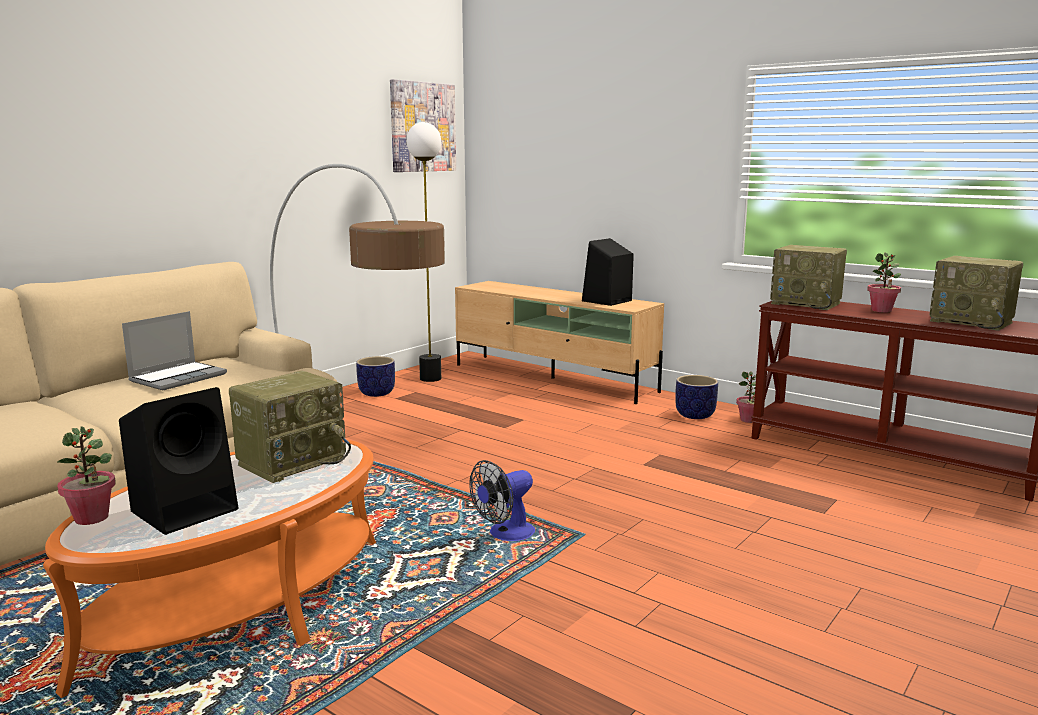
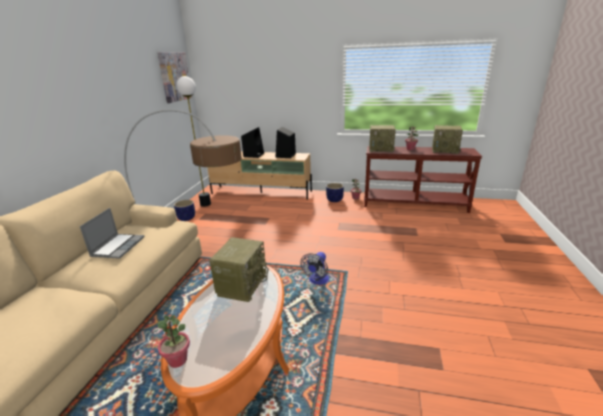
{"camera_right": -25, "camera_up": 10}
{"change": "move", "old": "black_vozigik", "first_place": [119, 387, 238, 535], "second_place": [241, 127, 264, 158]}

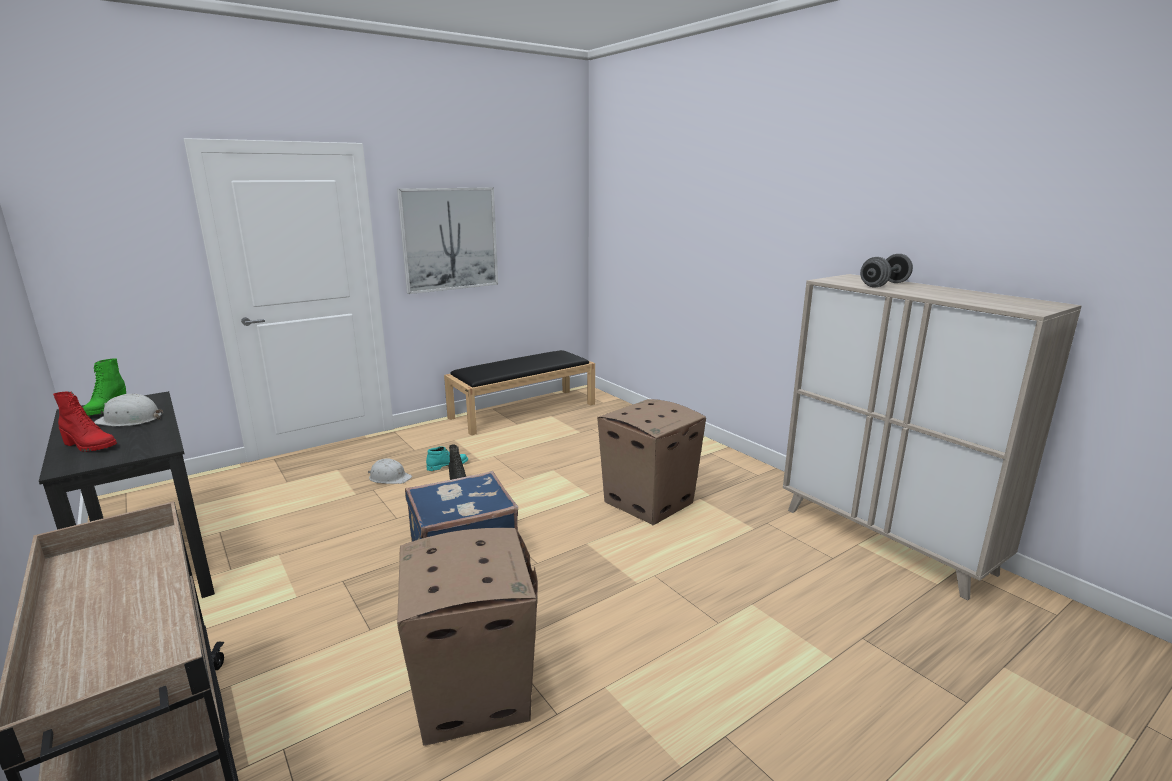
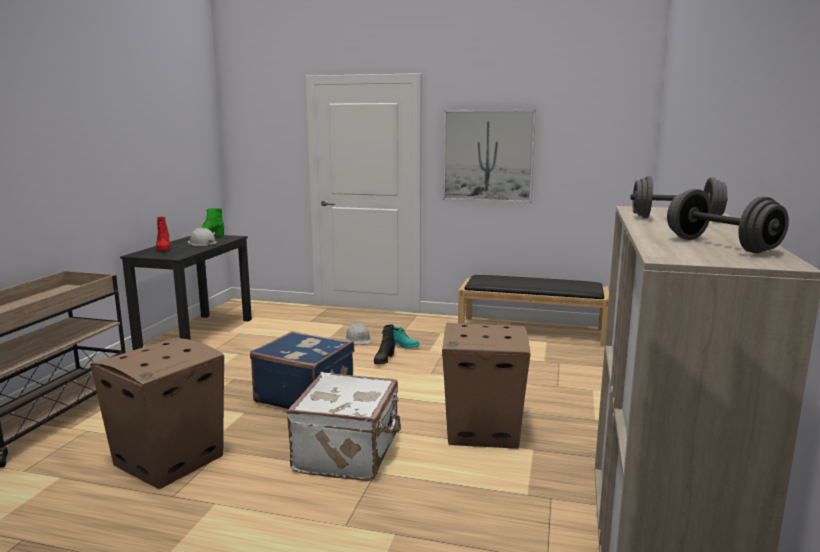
{"camera_right": 50, "camera_up": -5}
{"change": "insert", "new": "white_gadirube", "second_place": [287, 372, 401, 481]}
{"change": "insert", "new": "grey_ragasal", "second_place": [667, 189, 789, 253]}

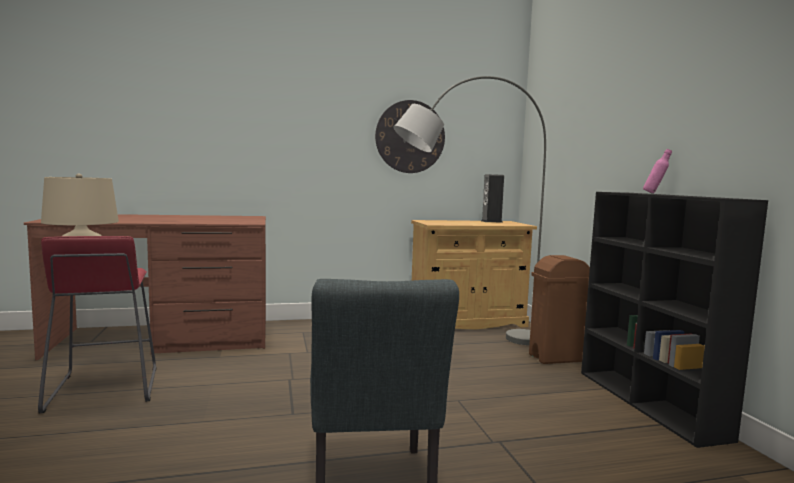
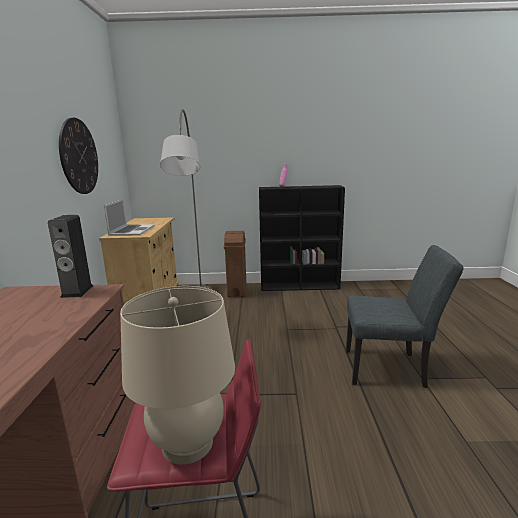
{"camera_right": -75, "camera_up": 10}
{"change": "move", "old": "vozigik", "first_place": [481, 174, 504, 222], "second_place": [48, 215, 93, 298]}
{"change": "insert", "new": "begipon", "second_place": [104, 199, 155, 236]}

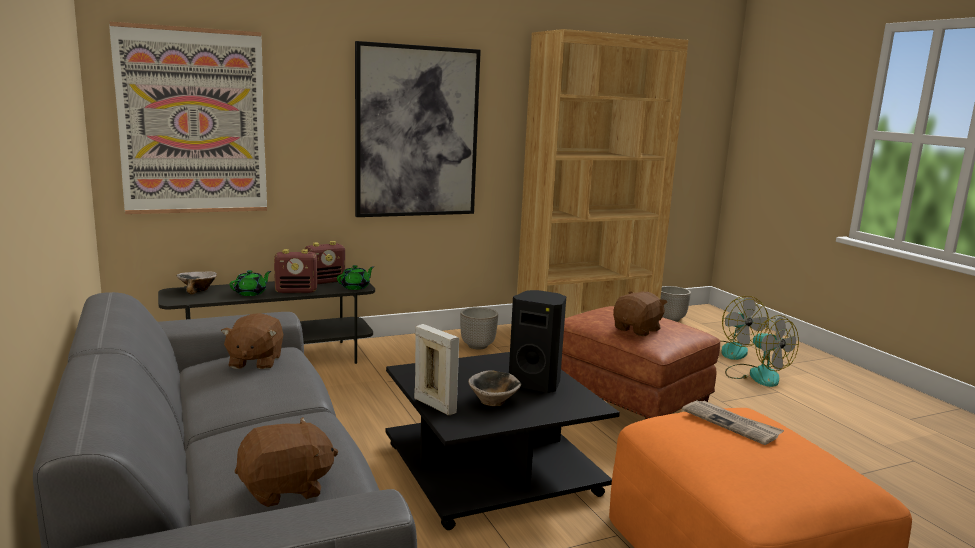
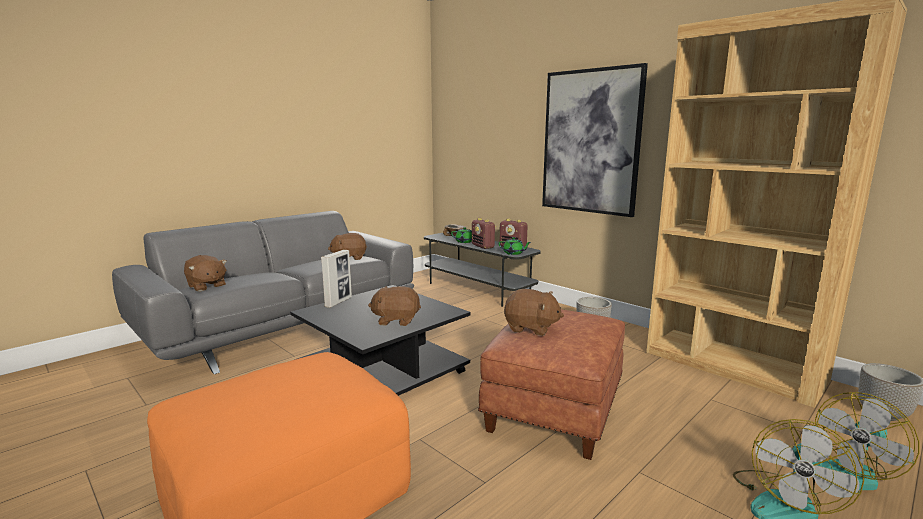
{"camera_right": 70, "camera_up": 0}
{"change": "delete", "old": "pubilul", "first_place": [109, 22, 267, 214]}
{"change": "delete", "old": "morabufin", "first_place": [468, 370, 521, 407]}
{"change": "replace", "old": "black_vozigik", "new": "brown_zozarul", "first_place": [509, 290, 566, 393], "second_place": [368, 286, 421, 326]}
{"change": "delete", "old": "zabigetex", "first_place": [682, 400, 784, 445]}

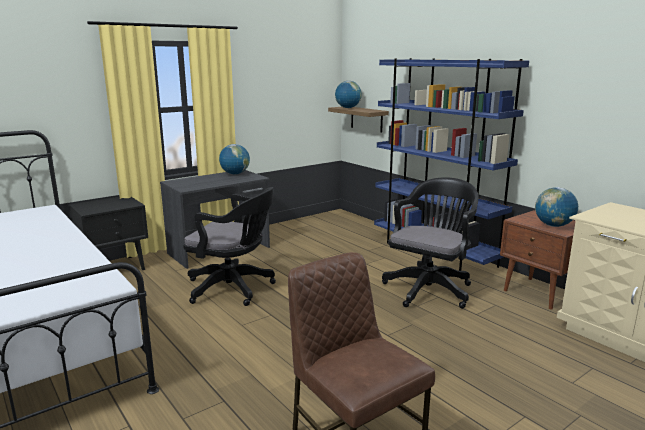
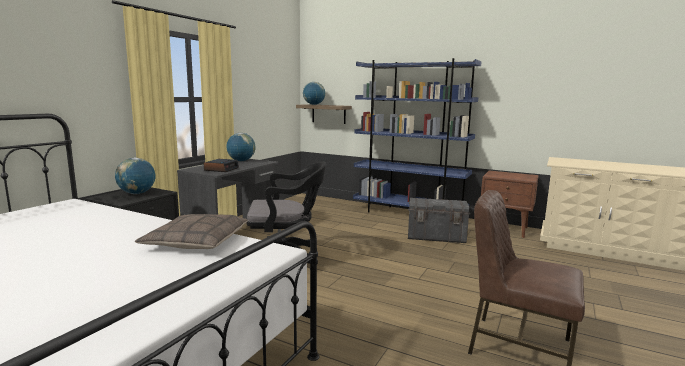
{"camera_right": -25, "camera_up": -5}
{"change": "replace", "old": "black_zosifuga", "new": "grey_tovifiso", "first_place": [382, 177, 478, 309], "second_place": [408, 198, 470, 243]}
{"change": "move", "old": "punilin", "first_place": [535, 187, 578, 227], "second_place": [115, 158, 156, 194]}
{"change": "insert", "new": "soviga", "second_place": [135, 214, 248, 249]}
{"change": "insert", "new": "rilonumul", "second_place": [204, 159, 239, 172]}

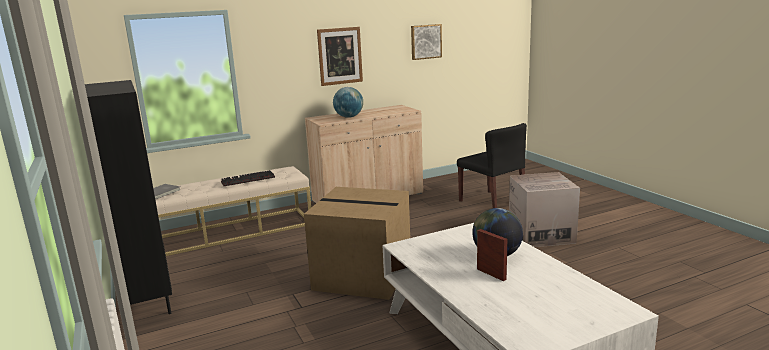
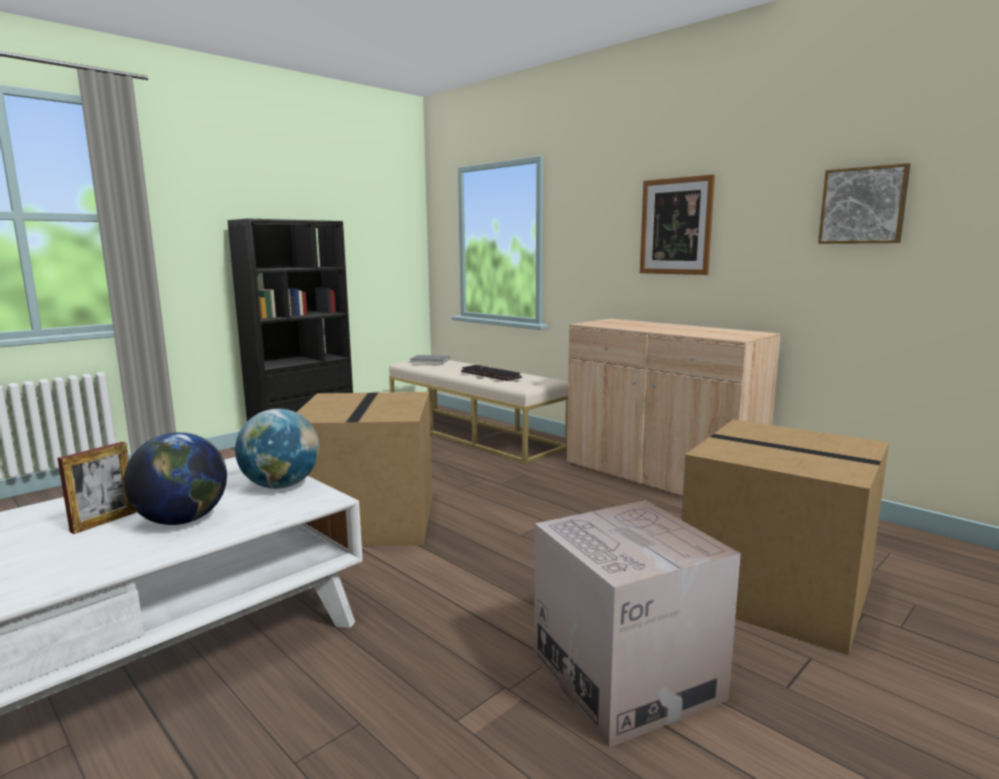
{"camera_right": 70, "camera_up": -5}
{"change": "move", "old": "punilin", "first_place": [333, 87, 363, 118], "second_place": [235, 409, 320, 489]}
{"change": "replace", "old": "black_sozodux", "new": "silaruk", "first_place": [457, 123, 527, 208], "second_place": [681, 420, 889, 655]}

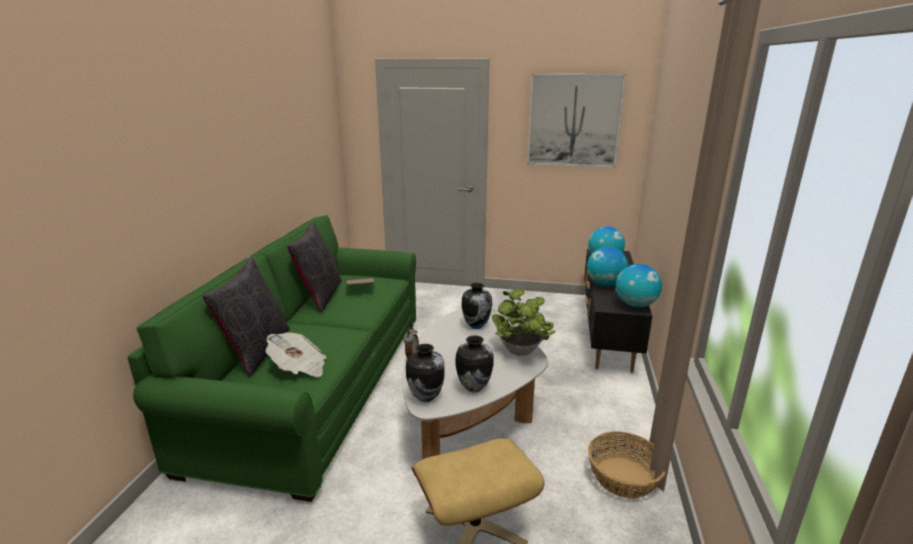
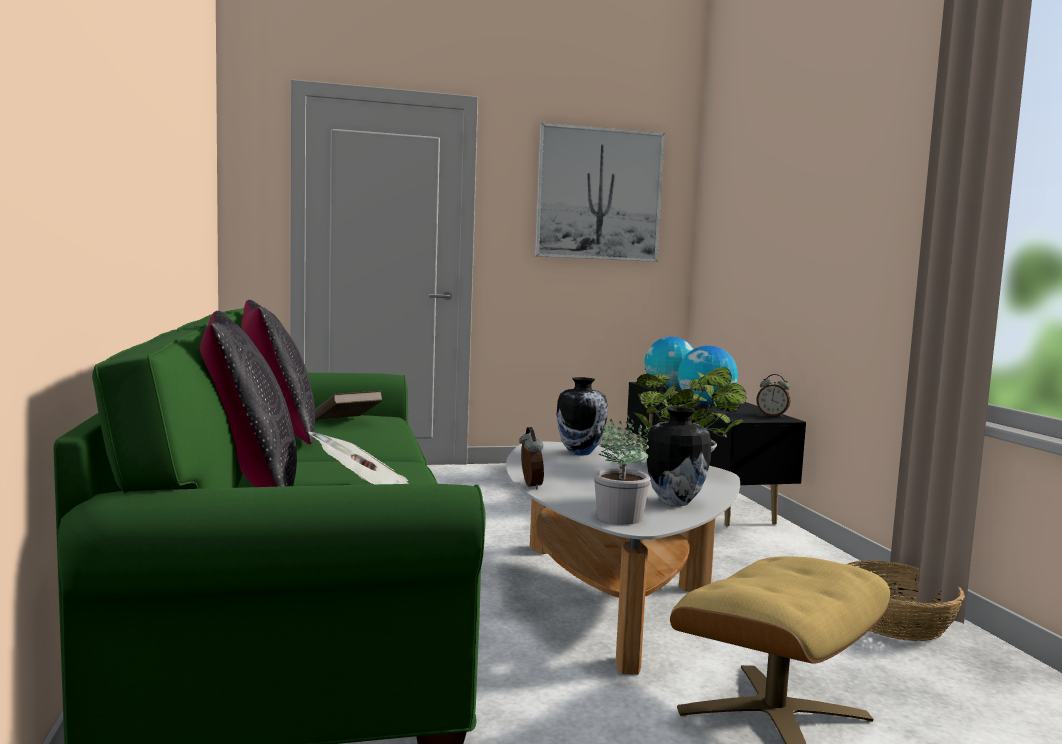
{"camera_right": -25, "camera_up": -15}
{"change": "replace", "old": "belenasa", "new": "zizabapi", "first_place": [406, 344, 445, 402], "second_place": [594, 415, 651, 525]}
{"change": "replace", "old": "punilin", "new": "rilonumul", "first_place": [616, 264, 662, 308], "second_place": [756, 374, 790, 417]}

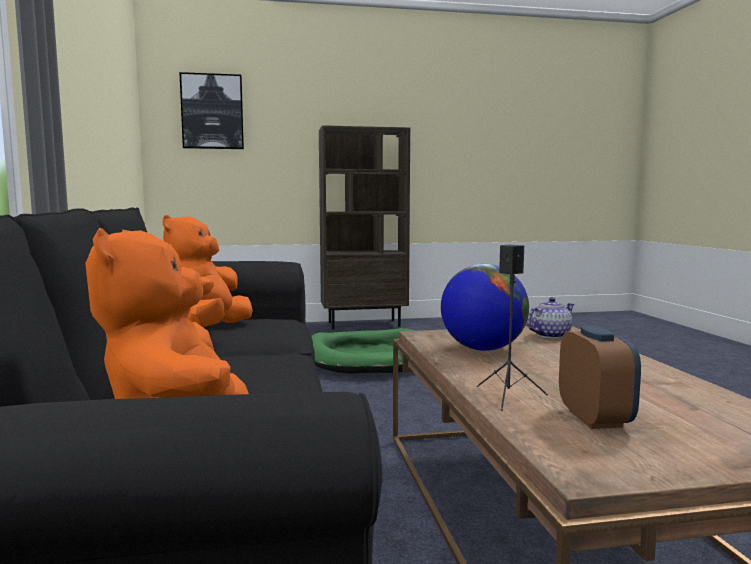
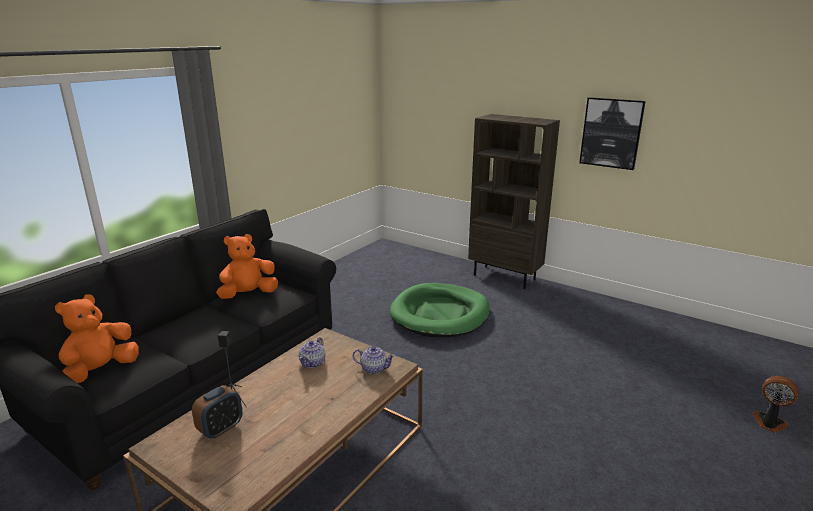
{"camera_right": 45, "camera_up": 15}
{"change": "move", "old": "pubilul", "first_place": [179, 72, 244, 149], "second_place": [579, 97, 646, 170]}
{"change": "replace", "old": "punilin", "new": "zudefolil", "first_place": [441, 264, 529, 351], "second_place": [299, 337, 325, 368]}
{"change": "insert", "new": "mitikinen", "second_place": [753, 376, 799, 433]}

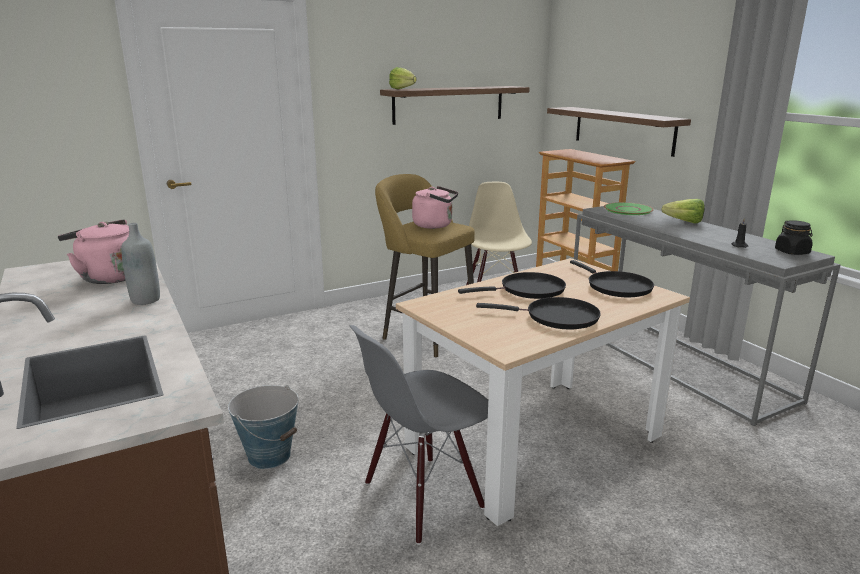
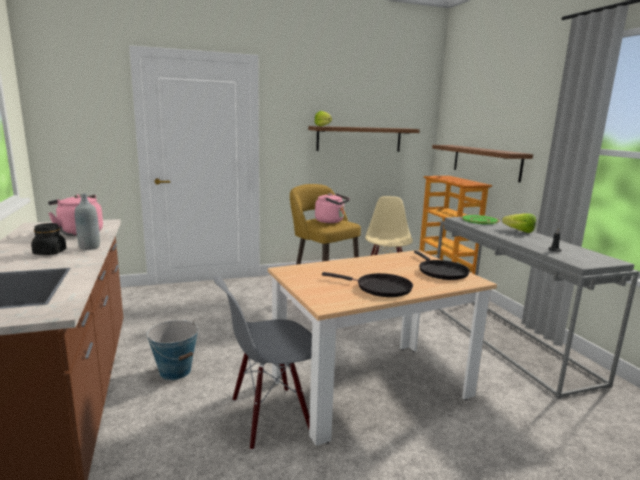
{"camera_right": 10, "camera_up": -5}
{"change": "delete", "old": "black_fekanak", "first_place": [458, 272, 566, 299]}
{"change": "move", "old": "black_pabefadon", "first_place": [775, 220, 813, 255], "second_place": [31, 223, 66, 255]}

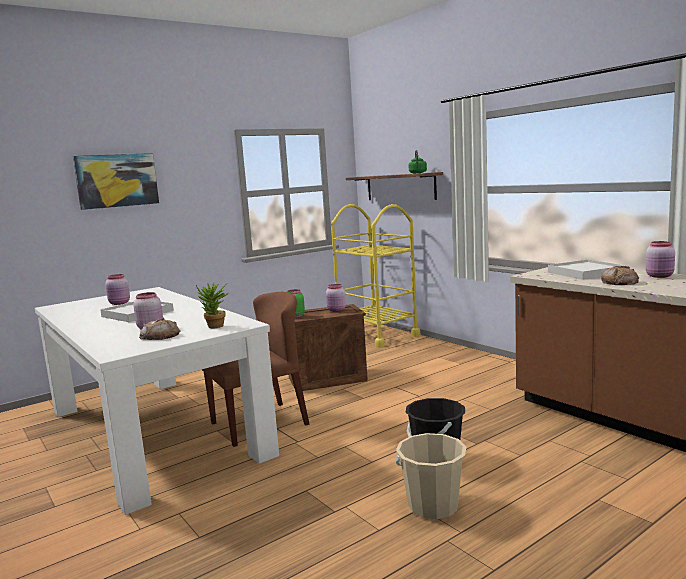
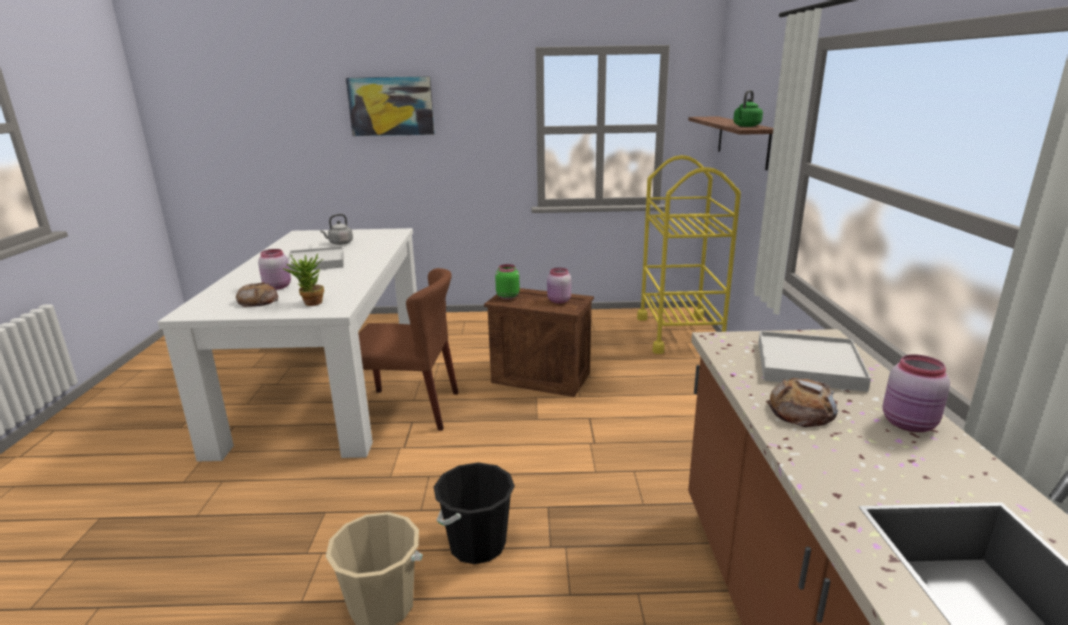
{"camera_right": 35, "camera_up": 10}
{"change": "replace", "old": "pink_pabefadon", "new": "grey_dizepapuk", "first_place": [105, 274, 130, 305], "second_place": [320, 214, 353, 245]}

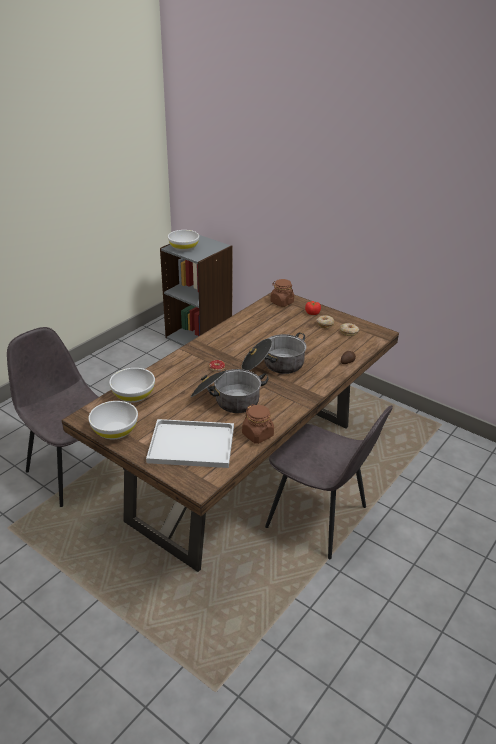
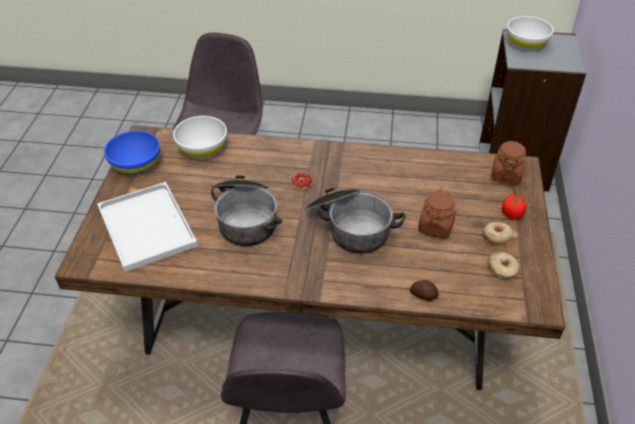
{"camera_right": 60, "camera_up": 10}
{"change": "recolor", "old": "white_morabufin", "new": "blue_morabufin", "first_place": [88, 401, 138, 440], "second_place": [104, 131, 160, 175]}
{"change": "move", "old": "brown_pabefadon", "first_place": [242, 404, 274, 444], "second_place": [418, 190, 456, 239]}

